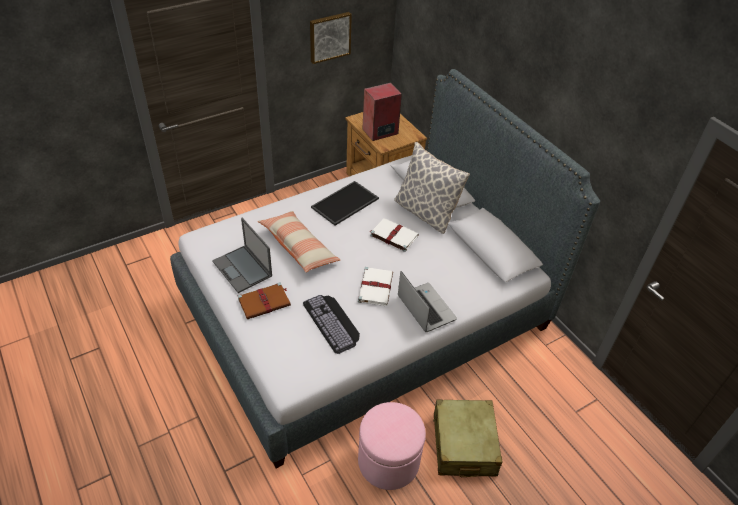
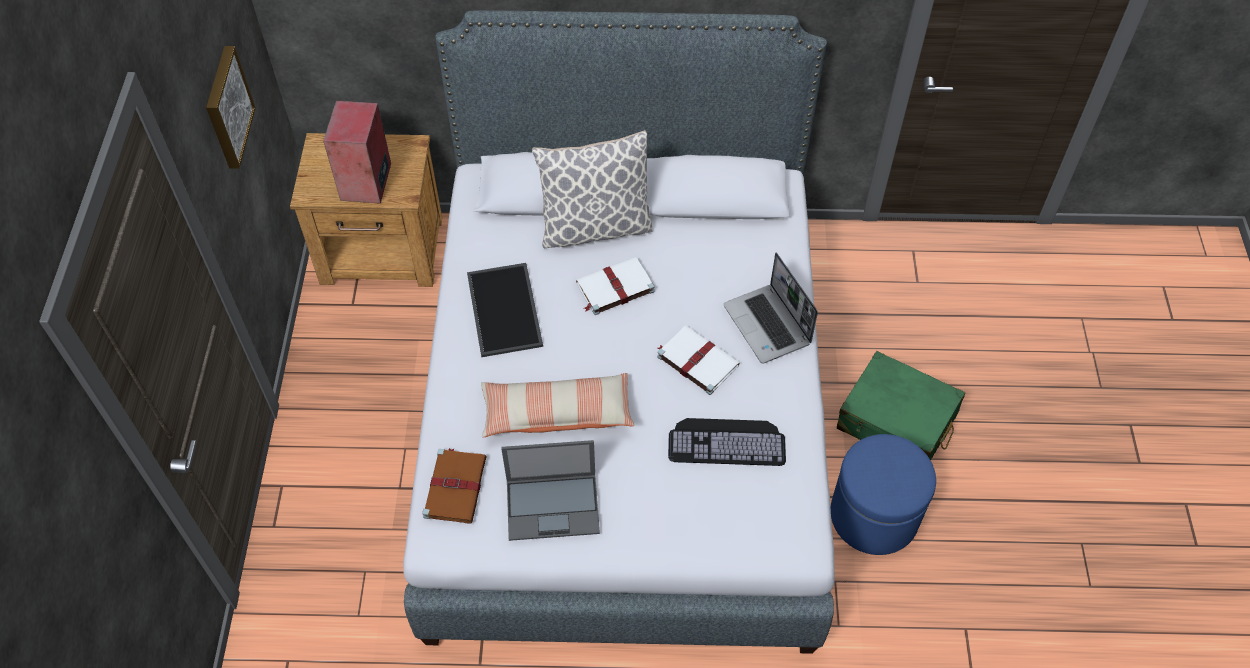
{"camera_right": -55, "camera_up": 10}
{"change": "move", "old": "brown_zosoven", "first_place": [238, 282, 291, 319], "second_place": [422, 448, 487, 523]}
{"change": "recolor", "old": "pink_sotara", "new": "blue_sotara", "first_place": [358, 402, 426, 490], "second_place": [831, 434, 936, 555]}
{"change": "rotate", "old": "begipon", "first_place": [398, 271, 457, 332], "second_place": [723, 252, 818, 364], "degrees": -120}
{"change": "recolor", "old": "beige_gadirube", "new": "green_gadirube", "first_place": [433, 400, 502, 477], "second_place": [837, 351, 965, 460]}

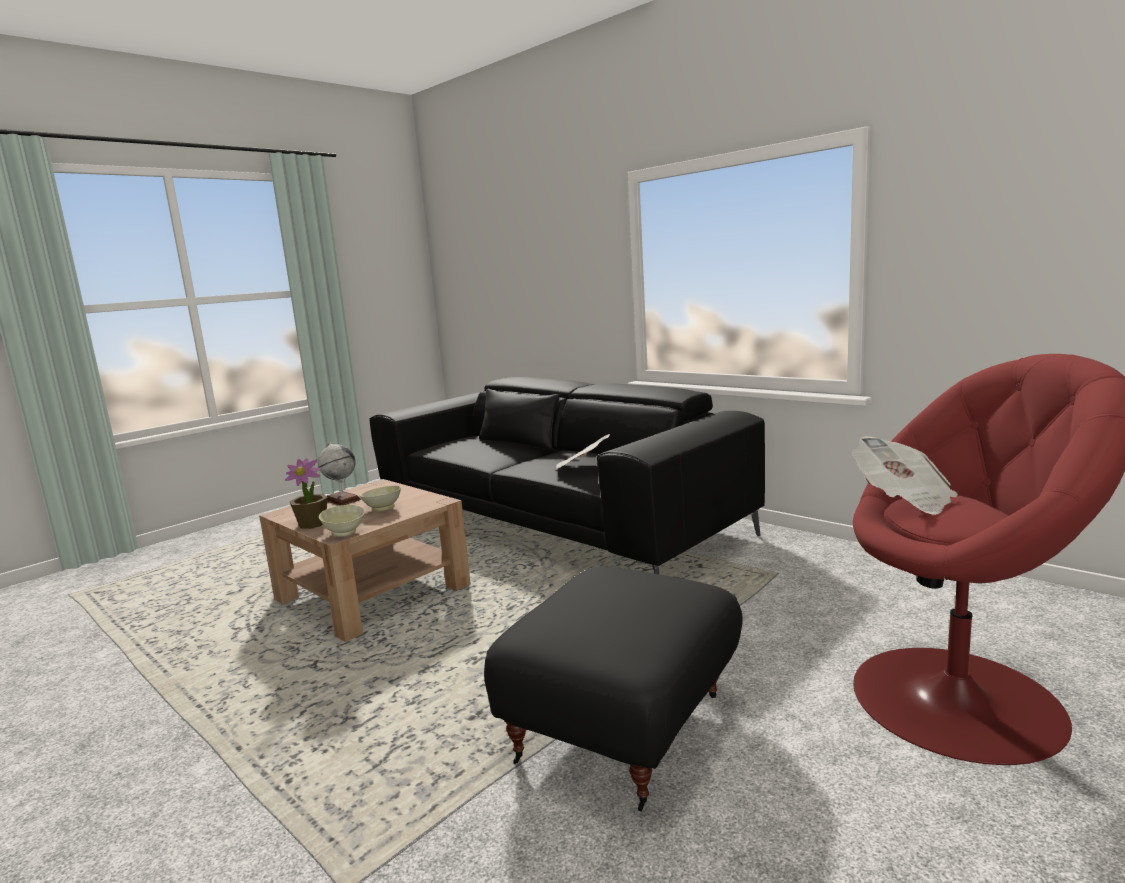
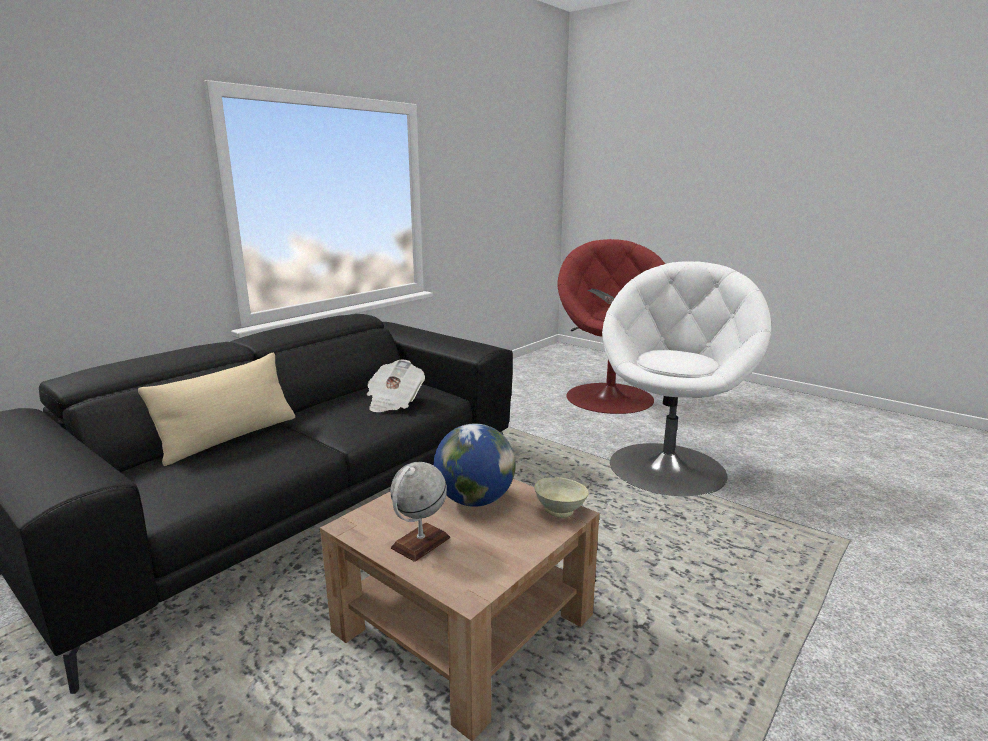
{"camera_right": -95, "camera_up": 5}
{"change": "delete", "old": "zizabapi", "first_place": [285, 458, 328, 529]}
{"change": "replace", "old": "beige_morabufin", "new": "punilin", "first_place": [360, 485, 401, 512], "second_place": [434, 424, 516, 507]}
{"change": "recolor", "old": "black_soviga", "new": "beige_soviga", "first_place": [479, 389, 560, 450], "second_place": [138, 352, 295, 466]}
{"change": "replace", "old": "black_sotara", "new": "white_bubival", "first_place": [484, 567, 743, 811], "second_place": [602, 261, 772, 496]}

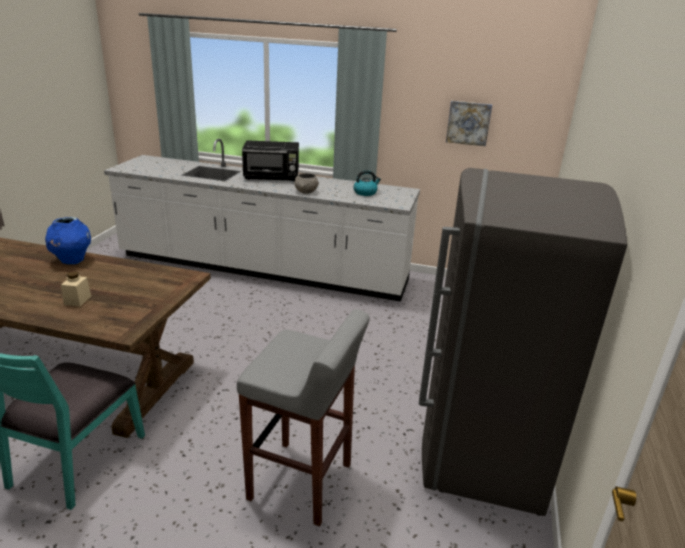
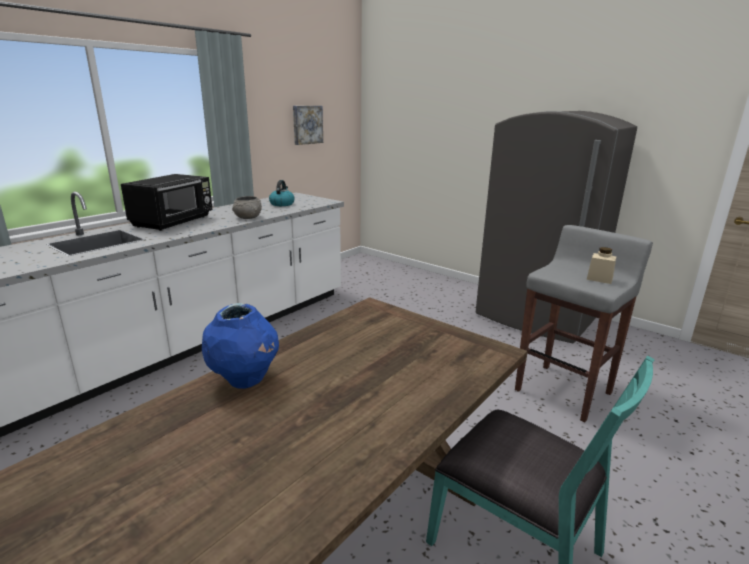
{"camera_right": -65, "camera_up": -5}
{"change": "move", "old": "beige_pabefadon", "first_place": [61, 271, 91, 307], "second_place": [587, 247, 616, 284]}

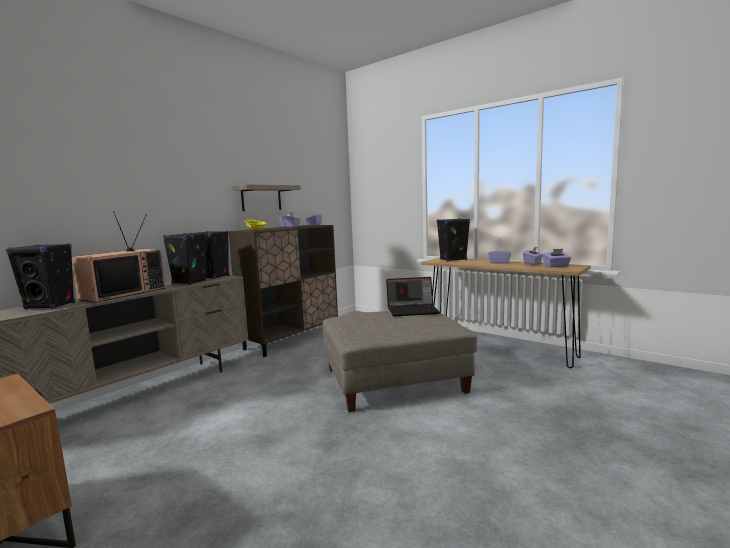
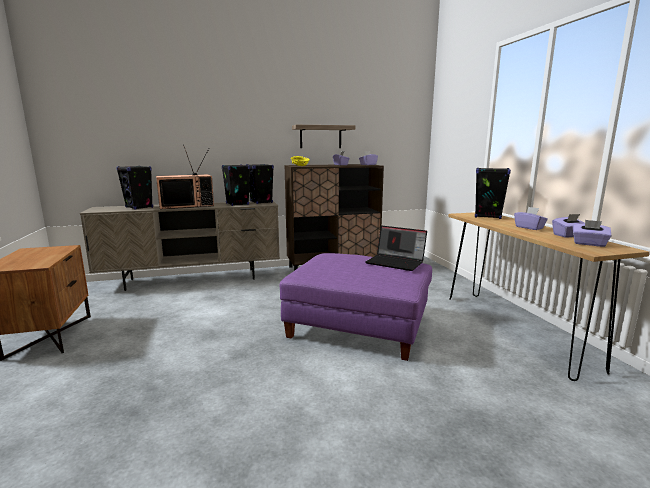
{"camera_right": 35, "camera_up": 5}
{"change": "recolor", "old": "grey_sotara", "new": "purple_sotara", "first_place": [323, 311, 477, 412], "second_place": [279, 253, 432, 361]}

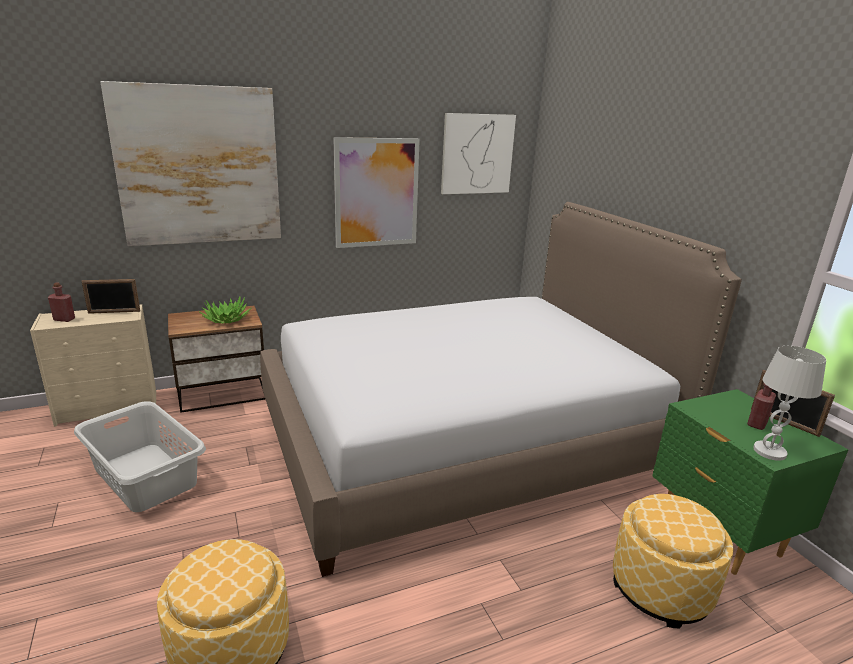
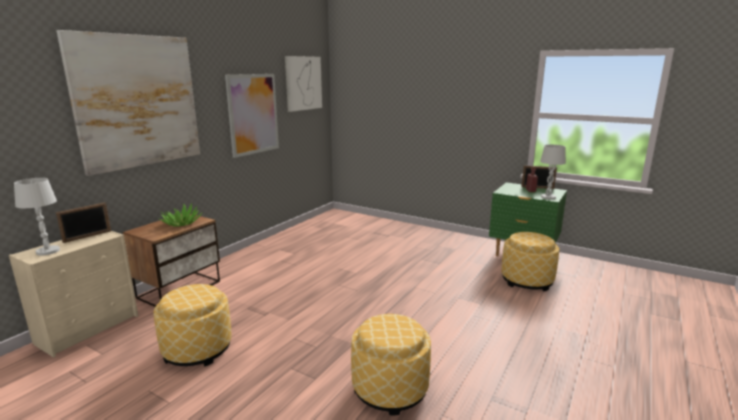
{"camera_right": -35, "camera_up": -5}
{"change": "replace", "old": "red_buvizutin", "new": "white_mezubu", "first_place": [48, 282, 75, 322], "second_place": [14, 178, 60, 255]}
{"change": "replace", "old": "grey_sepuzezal", "new": "sotara", "first_place": [74, 401, 206, 512], "second_place": [154, 284, 232, 366]}
{"change": "delete", "old": "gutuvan", "first_place": [260, 202, 742, 577]}

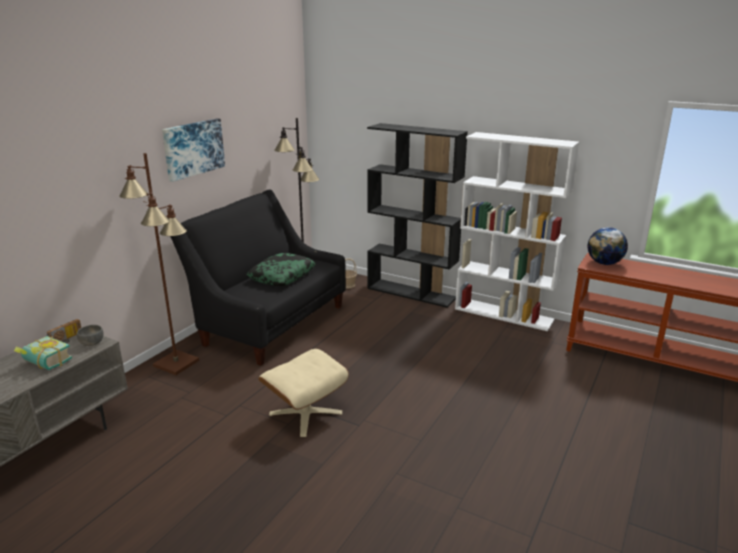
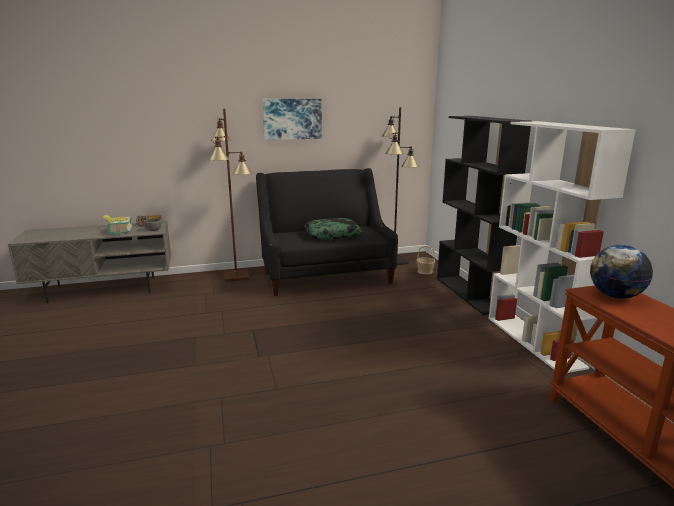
{"camera_right": 45, "camera_up": -5}
{"change": "delete", "old": "beige_sotara", "first_place": [258, 349, 349, 437]}

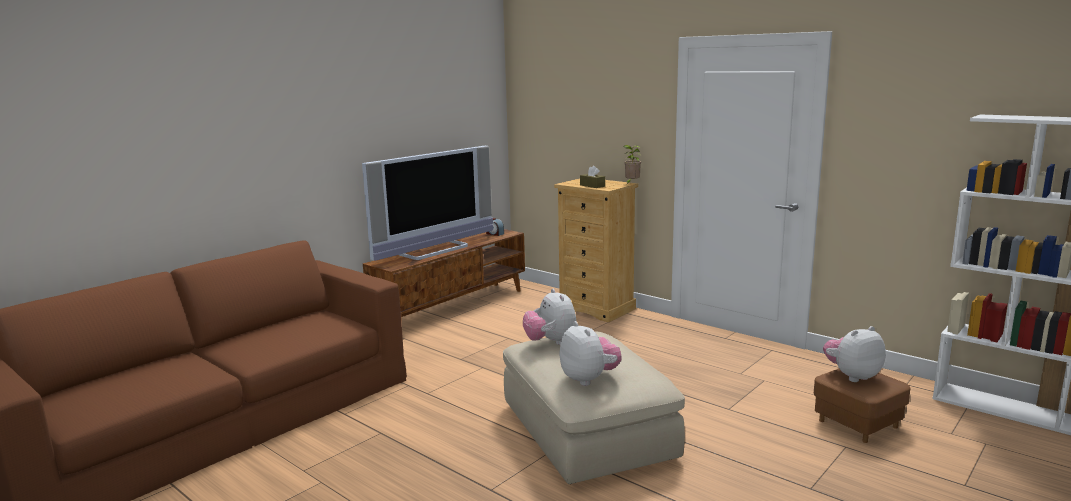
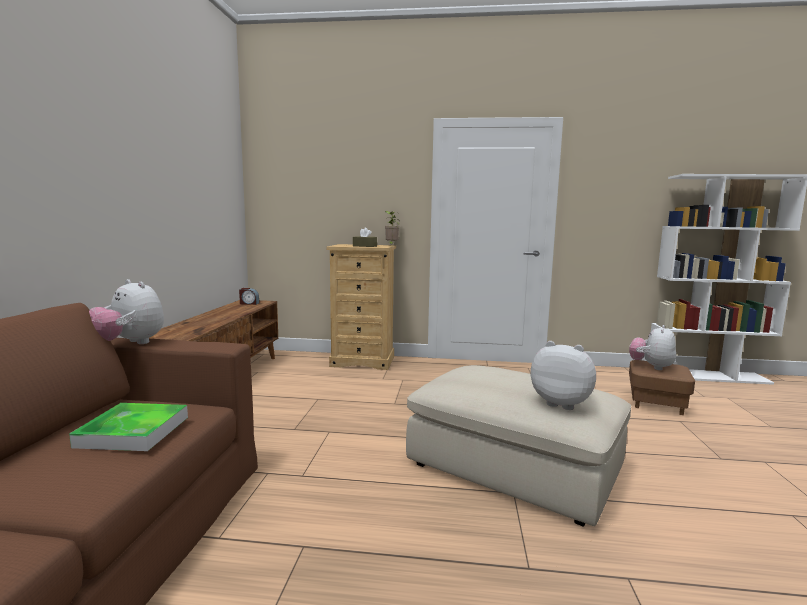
{"camera_right": -35, "camera_up": -5}
{"change": "delete", "old": "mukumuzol", "first_place": [362, 146, 493, 261]}
{"change": "move", "old": "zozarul", "first_place": [523, 289, 576, 345], "second_place": [89, 279, 164, 344]}
{"change": "insert", "new": "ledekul", "second_place": [69, 403, 188, 451]}

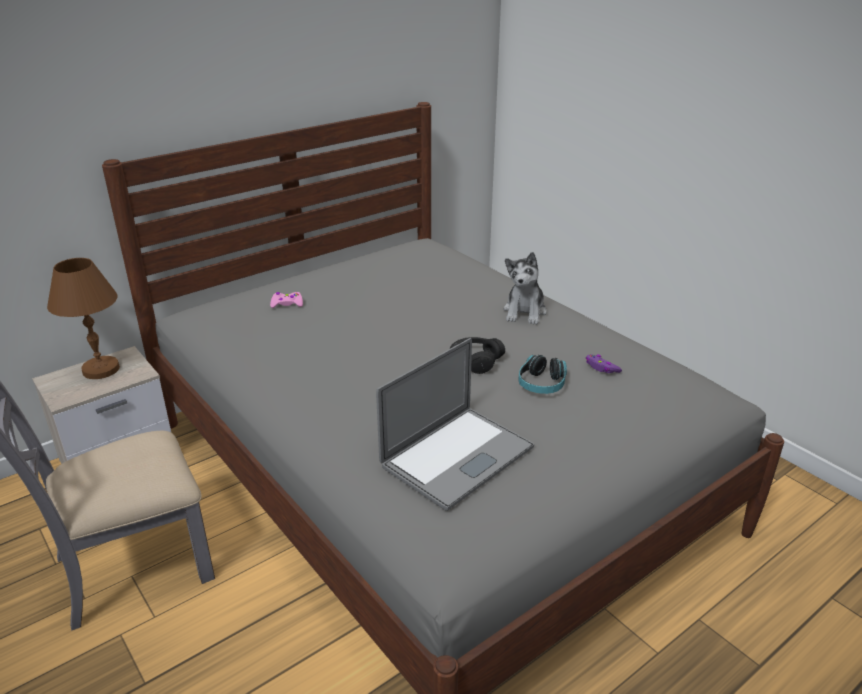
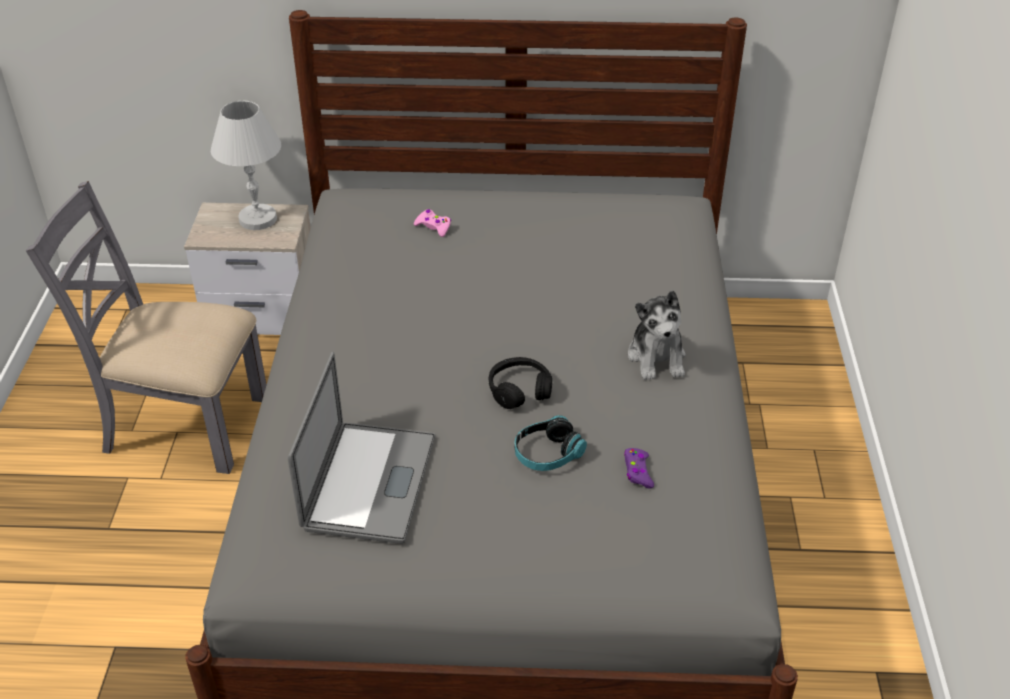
{"camera_right": 40, "camera_up": 10}
{"change": "recolor", "old": "brown_mezubu", "new": "white_mezubu", "first_place": [47, 258, 120, 379], "second_place": [211, 101, 281, 230]}
{"change": "rotate", "old": "begipon", "first_place": [376, 338, 534, 511], "second_place": [288, 352, 435, 544], "degrees": -75}
{"change": "rotate", "old": "zozarul", "first_place": [504, 252, 547, 325], "second_place": [628, 291, 686, 380], "degrees": -60}

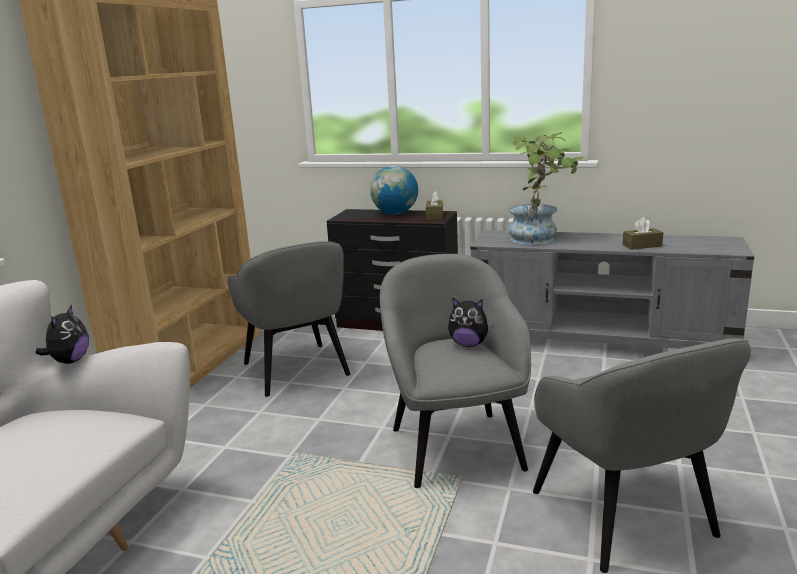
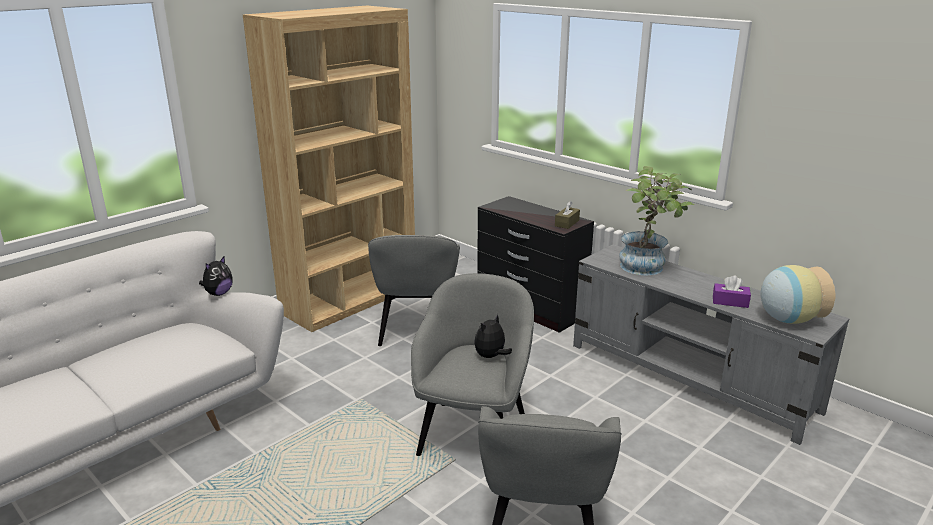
{"camera_right": 25, "camera_up": 5}
{"change": "delete", "old": "punilin", "first_place": [370, 166, 418, 214]}
{"change": "rotate", "old": "zozarul", "first_place": [448, 297, 494, 347], "second_place": [474, 314, 512, 358], "degrees": 90}
{"change": "recolor", "old": "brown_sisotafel", "new": "purple_sisotafel", "first_place": [623, 217, 663, 250], "second_place": [713, 275, 751, 308]}
{"change": "insert", "new": "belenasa", "second_place": [760, 265, 835, 324]}

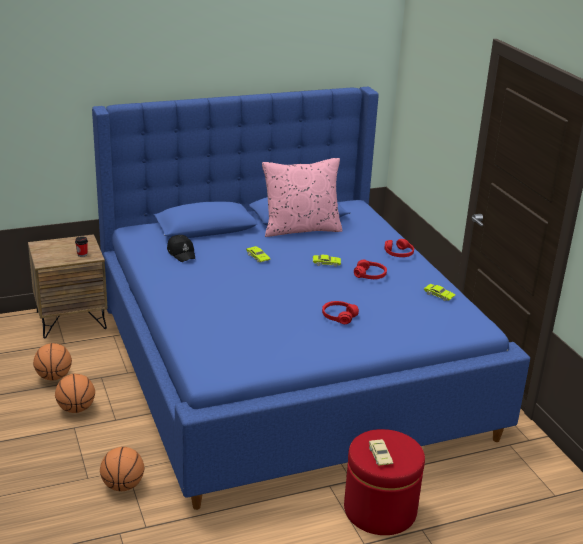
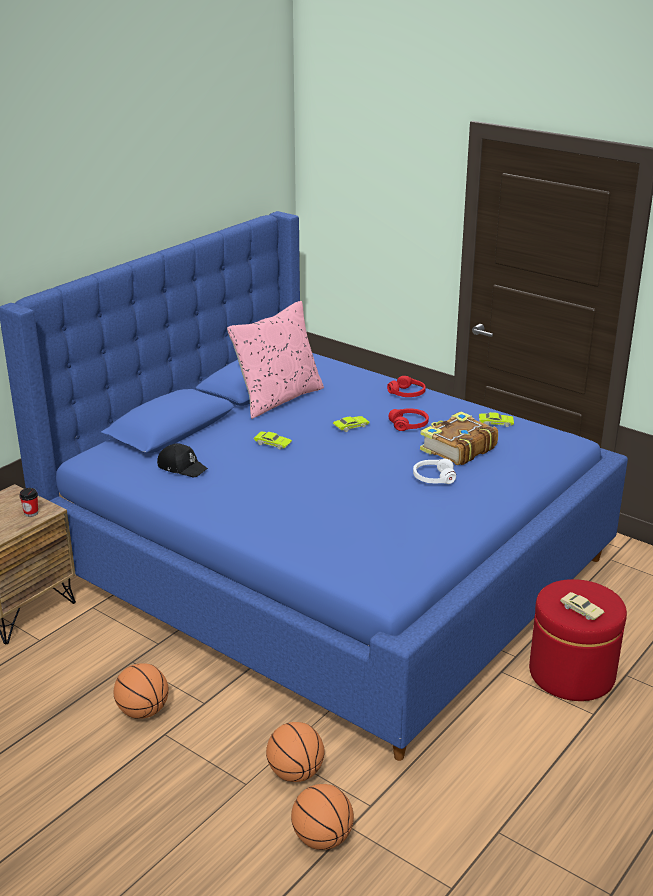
{"camera_right": -30, "camera_up": 0}
{"change": "move", "old": "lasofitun", "first_place": [33, 343, 72, 381], "second_place": [291, 784, 354, 850]}
{"change": "recolor", "old": "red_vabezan", "new": "white_vabezan", "first_place": [322, 301, 359, 324], "second_place": [413, 459, 456, 484]}
{"change": "insert", "new": "zosoven", "second_place": [420, 411, 498, 465]}

